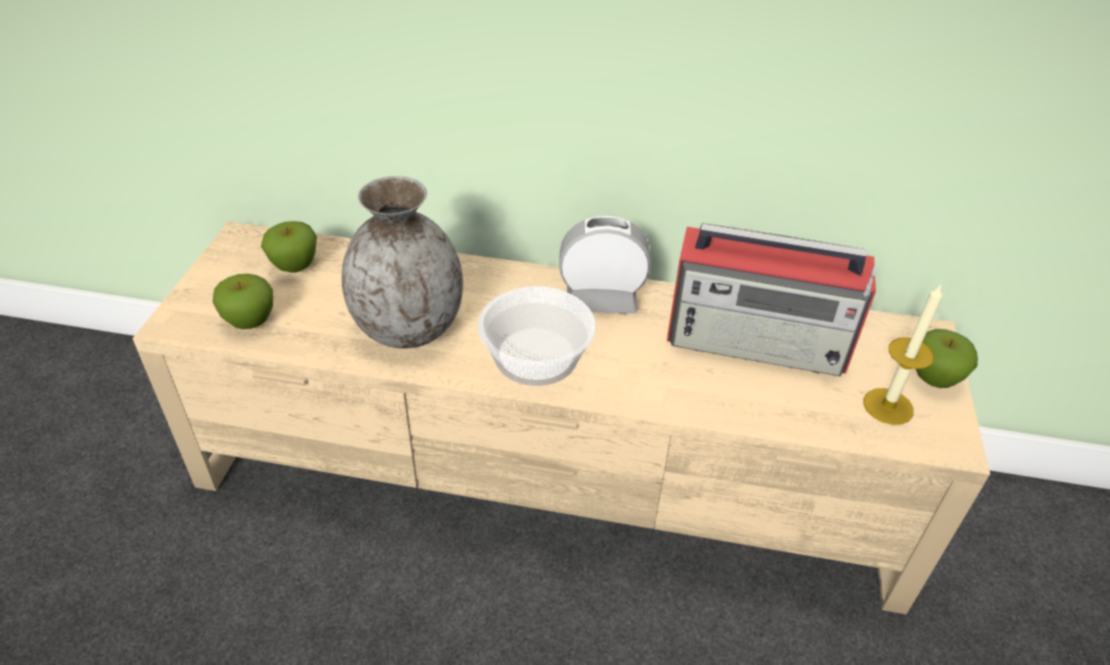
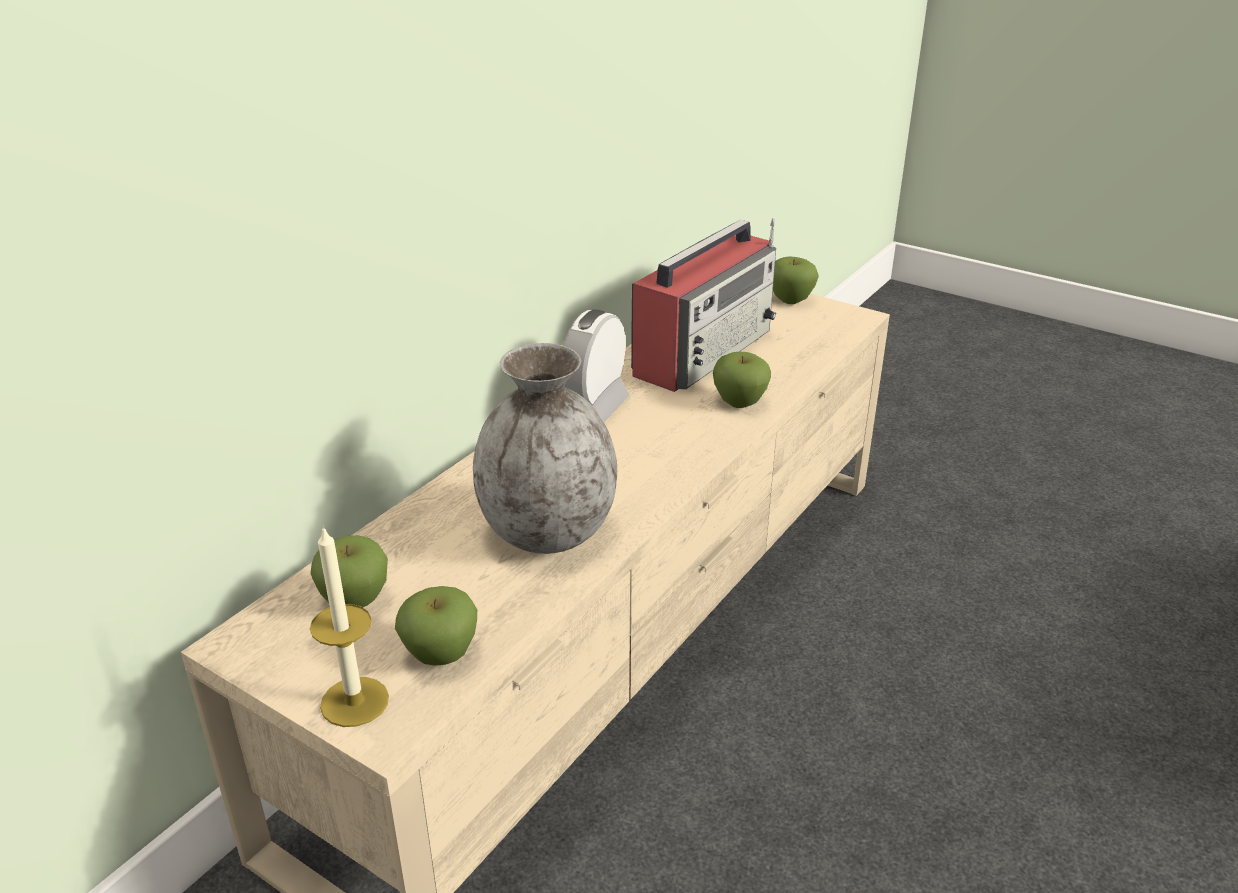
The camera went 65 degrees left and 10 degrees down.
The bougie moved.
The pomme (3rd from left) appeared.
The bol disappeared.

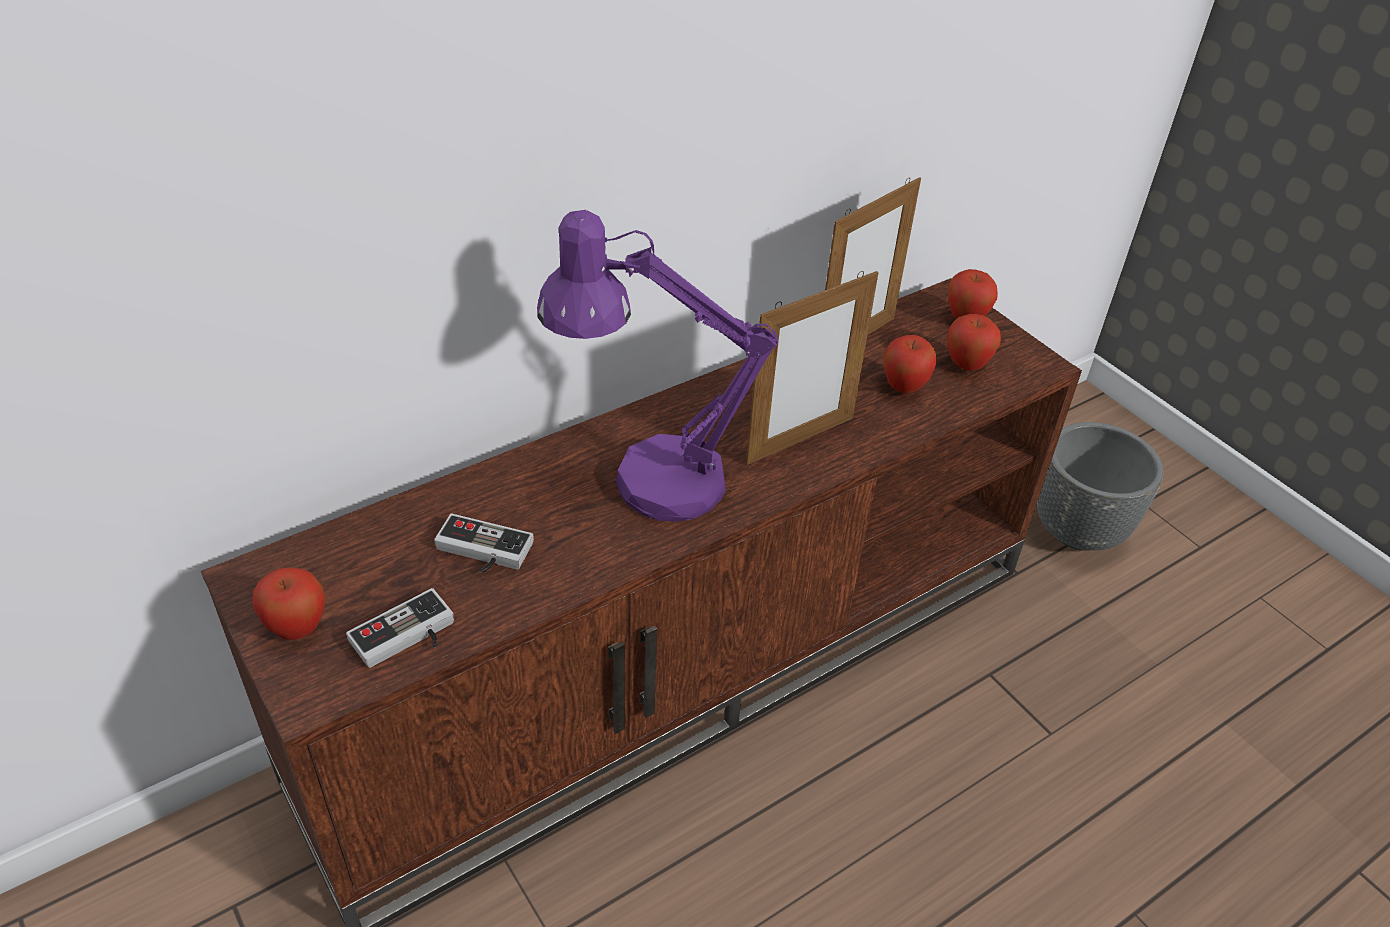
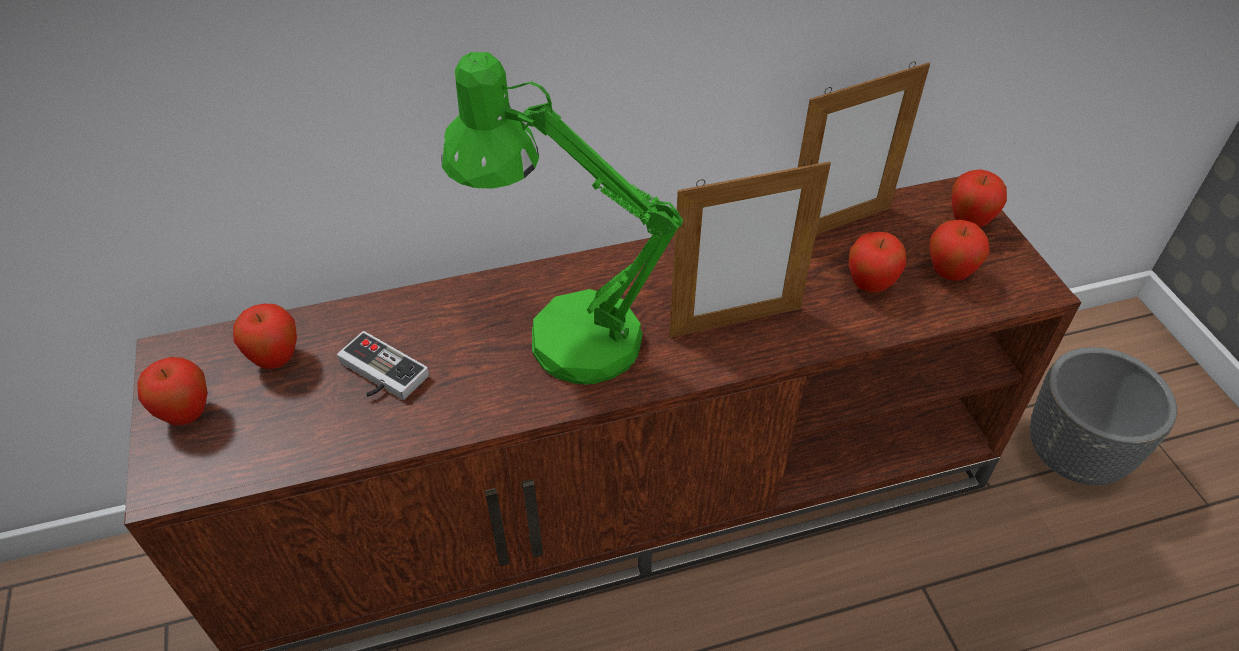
The camera went 20 degrees right and 5 degrees up.
The pomme (2nd from left) appeared.
The lampe de table [violet] became the lampe de table [vert].
The manette (1st from left) disappeared.

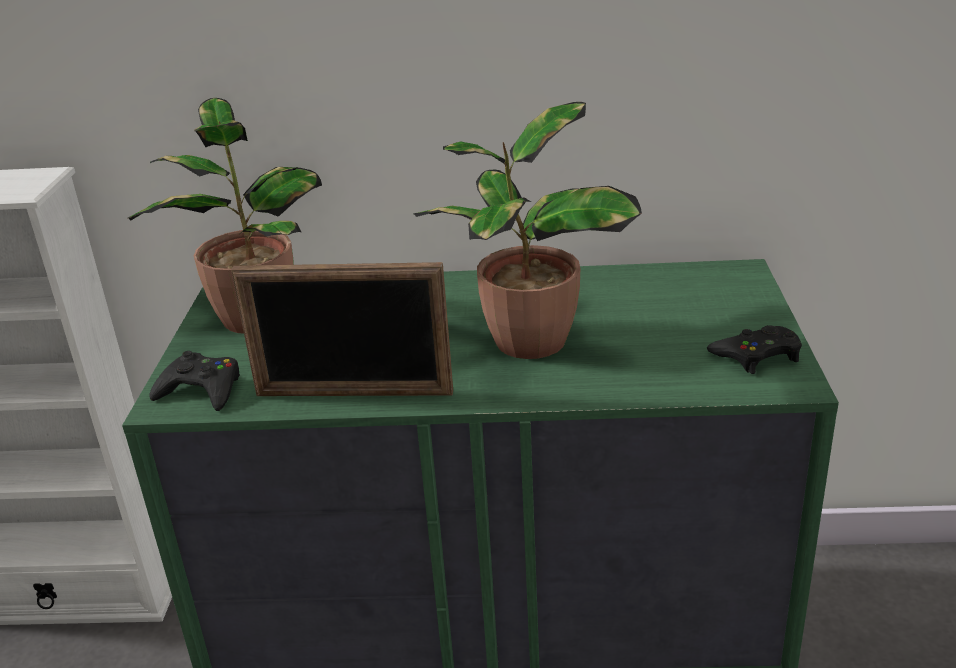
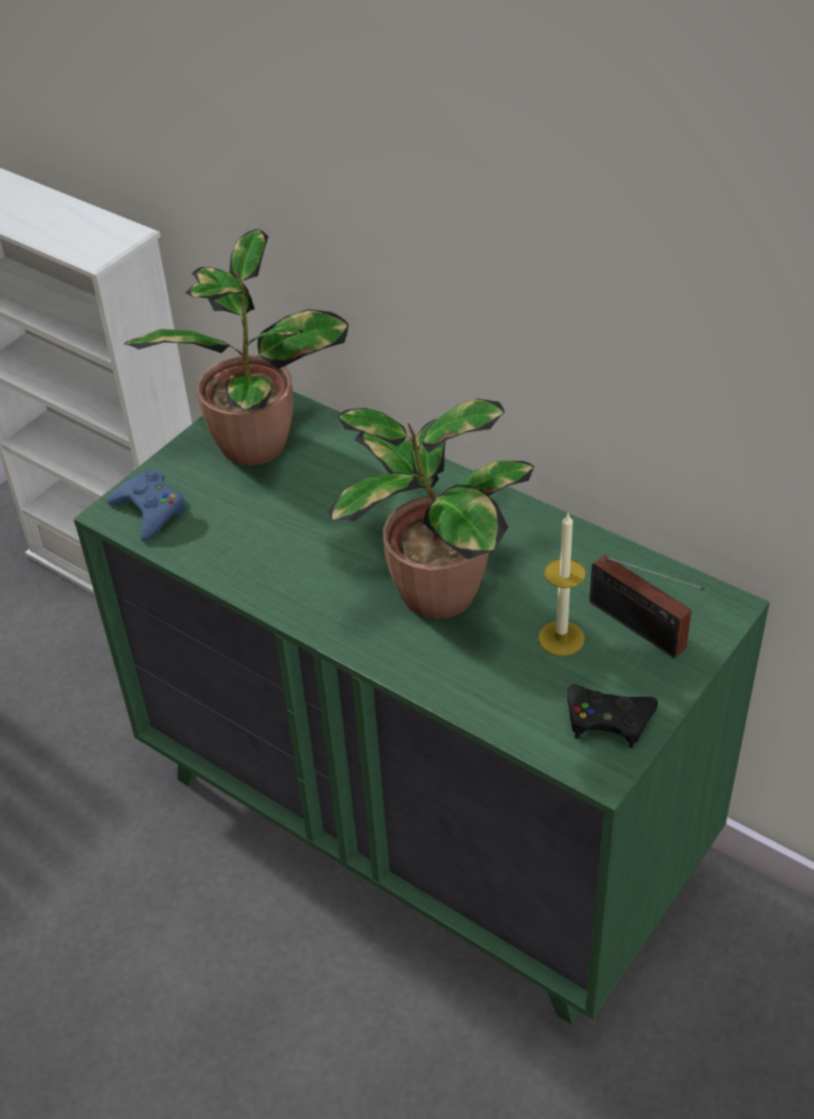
The camera went 35 degrees right and 15 degrees up.
The manette [noir] (1st from left) became the manette [bleu].
The bougie appeared.
The radio appeared.
The cadre photo disappeared.

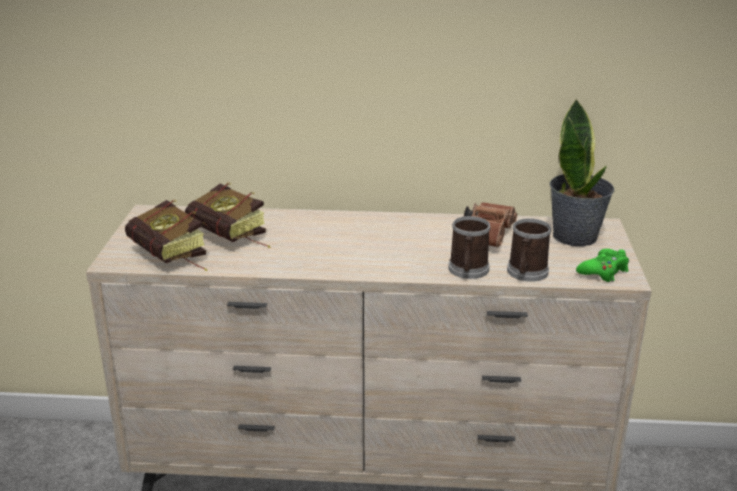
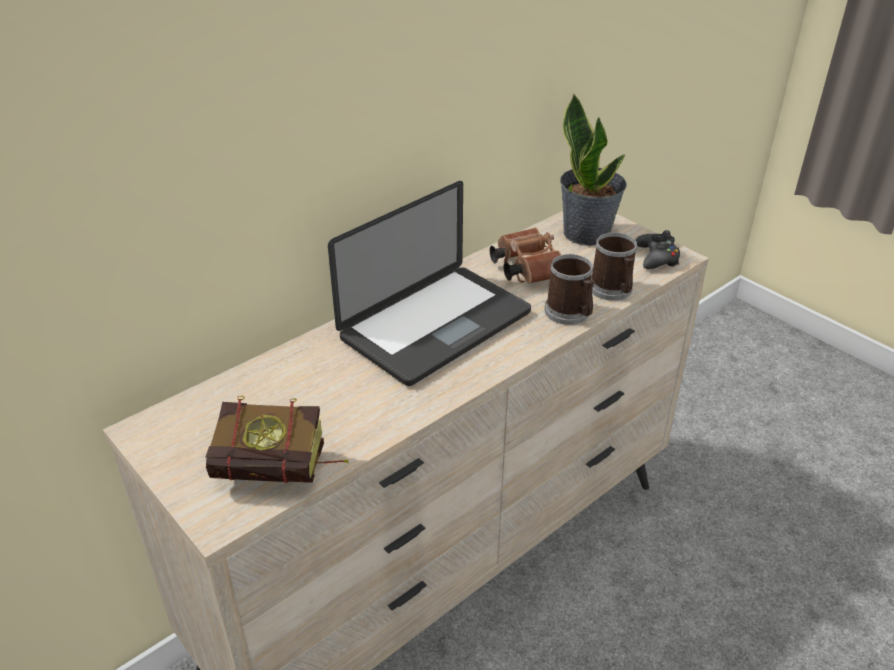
The camera went 45 degrees left and 10 degrees up.
The ordinateur portable appeared.
The manette [vert] became the manette [noir].
The livre (2nd from left) disappeared.

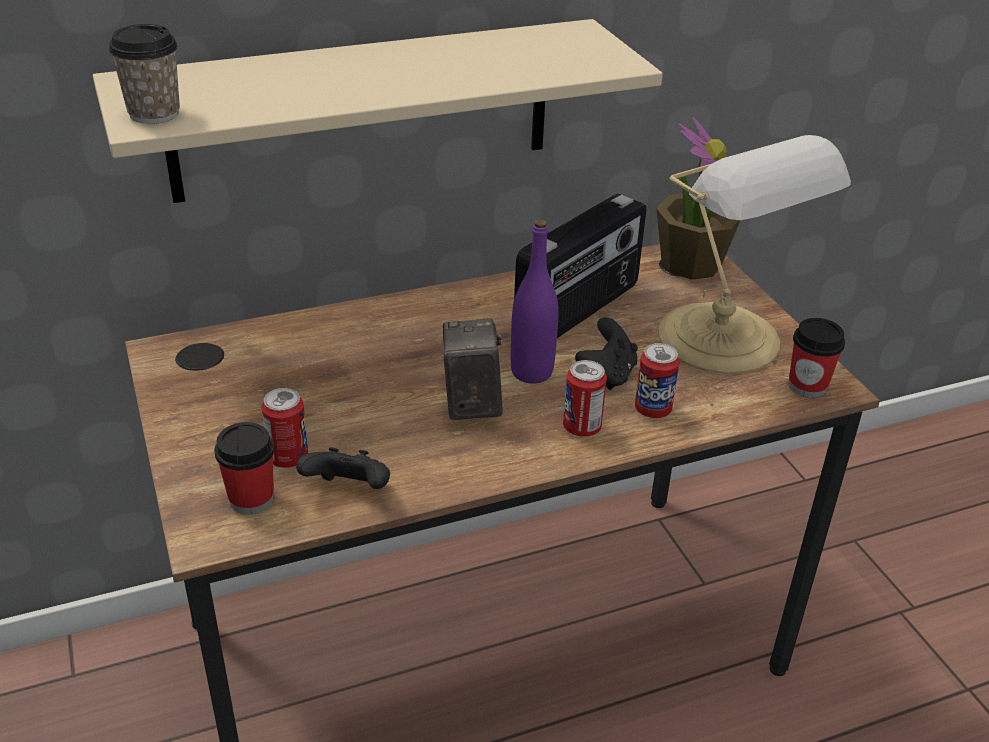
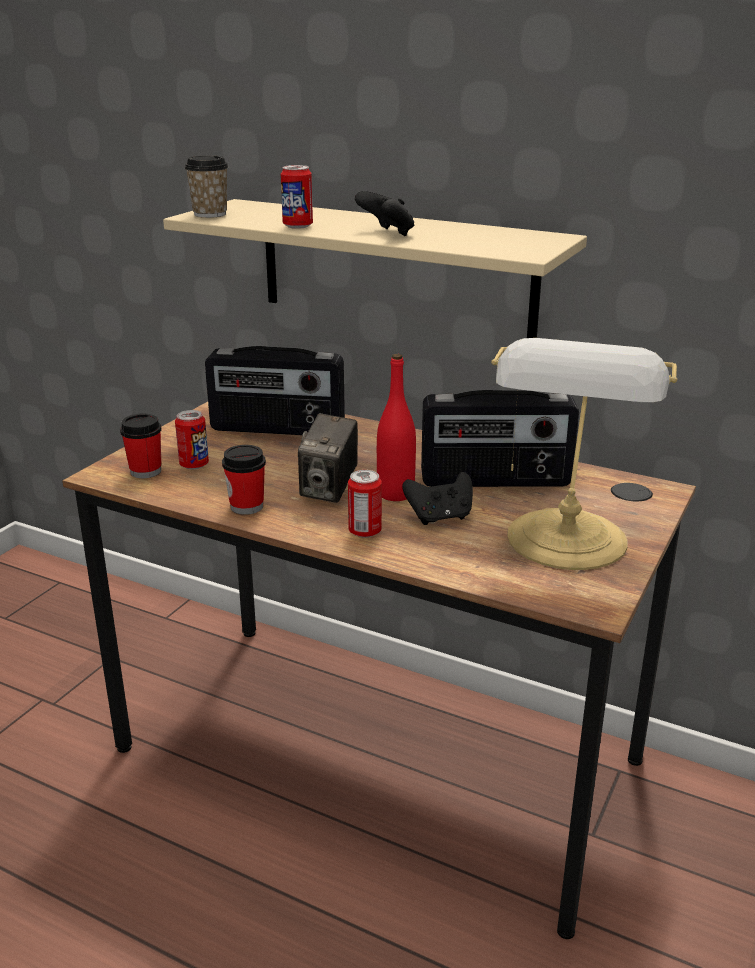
The camera went 50 degrees right and 10 degrees down.
The radio (1st from left) appeared.
The tasse (3rd from left) moved.
The boîte métallique (3rd from left in the first image) moved.
The appareil photo turned 150 degrees clockwise.
The manette [noir] (1st from left) moved.
The bouteille [violet] became the bouteille [rouge].
The plante en pot disappeared.

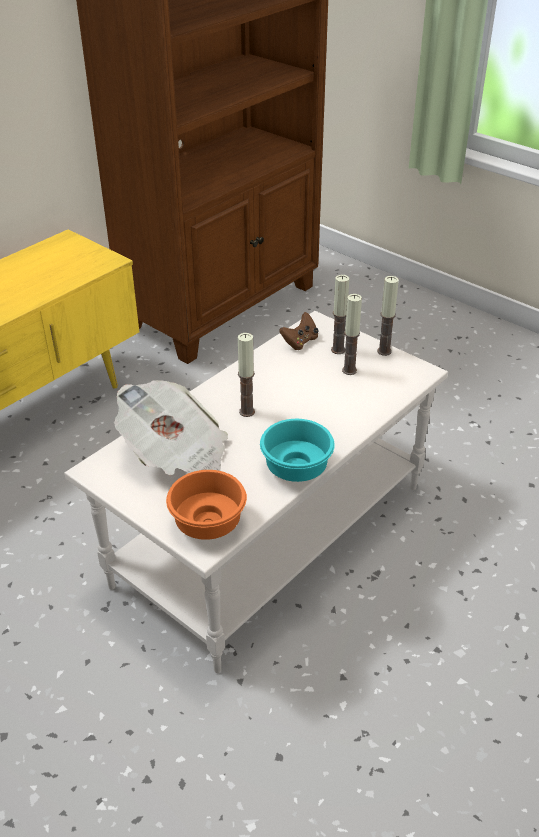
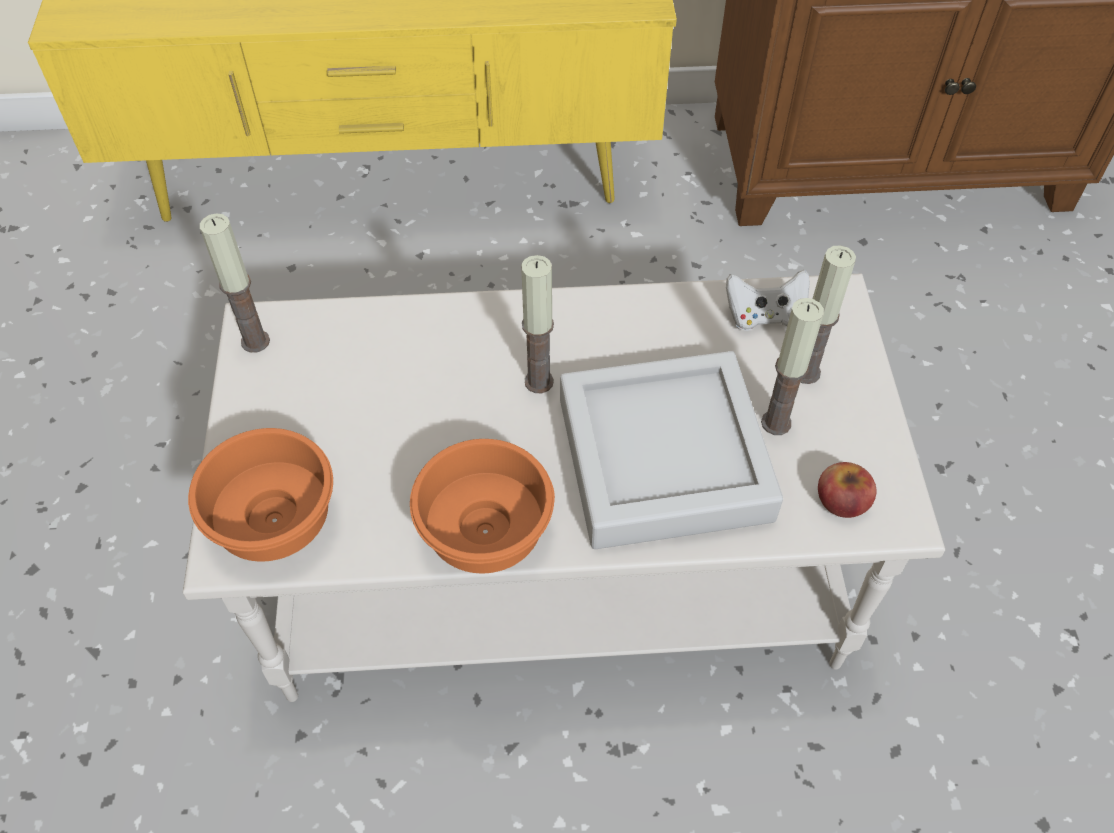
The camera went 45 degrees right and 15 degrees up.
The bougie (4th from left in the first image) moved.
The bol [turquoise] became the bol [orange] (2nd from left).
The plateau [gris] appeared.
The manette [marron] became the manette [blanc].
The pomme appeared.
The journal disappeared.

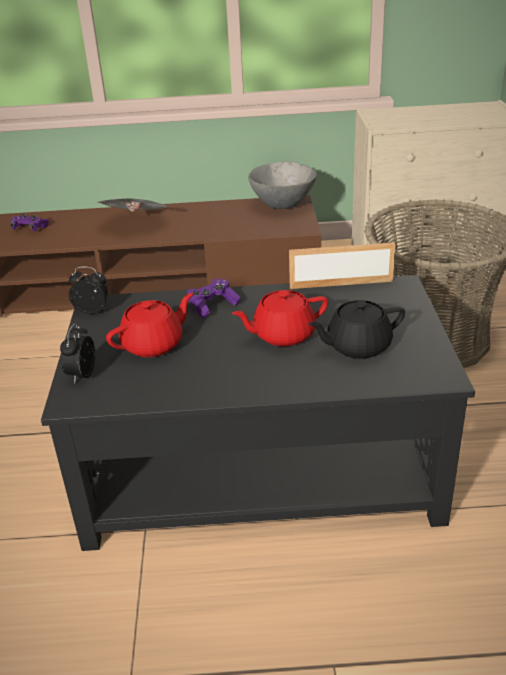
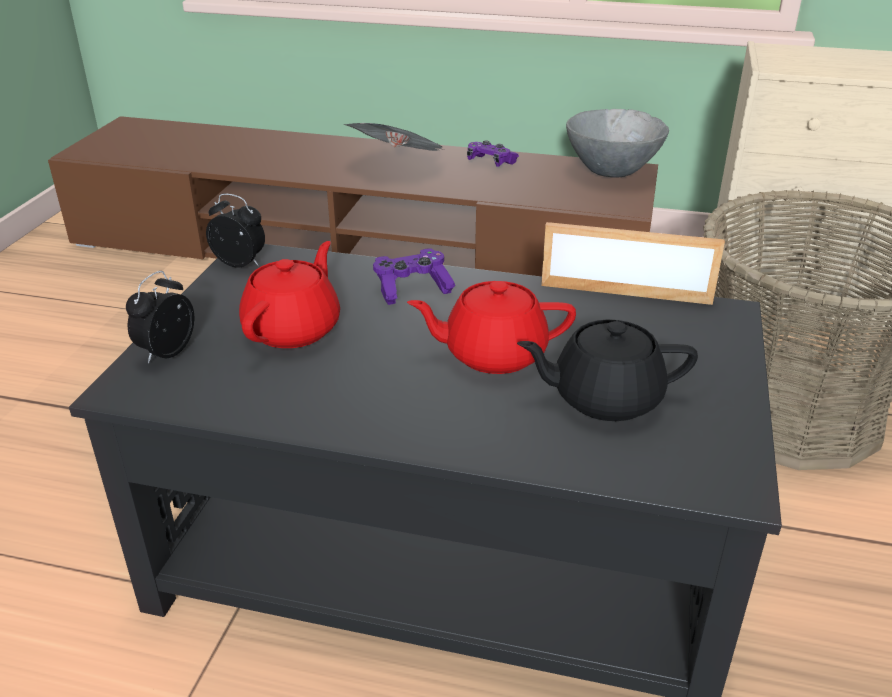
The camera went 15 degrees right and 0 degrees up.
The théière [rouge] (1st from left) turned 45 degrees counterclockwise.
The manette [violet] (1st from left in the first image) moved.

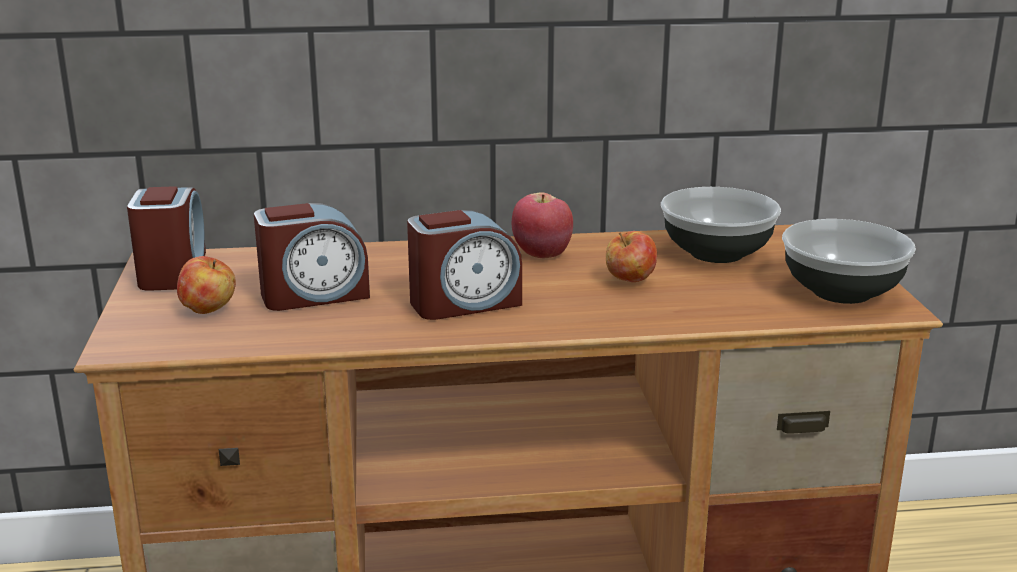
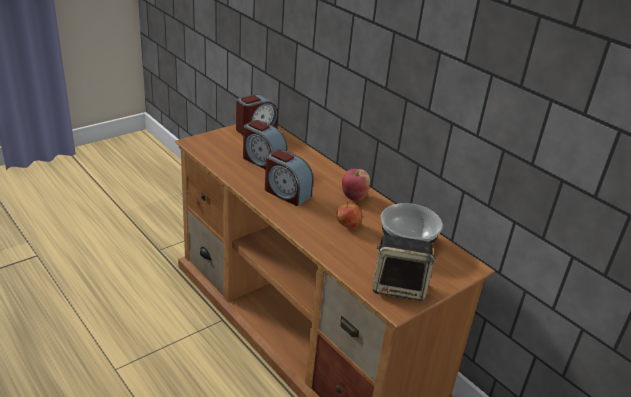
The camera went 55 degrees right and 10 degrees up.
The bol (2nd from left) was replaced by the enceinte.
The pomme (1st from left) disappeared.

